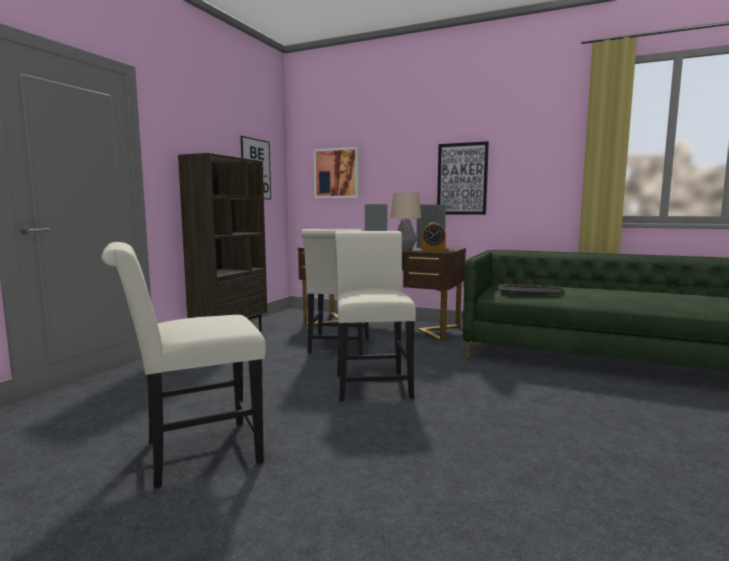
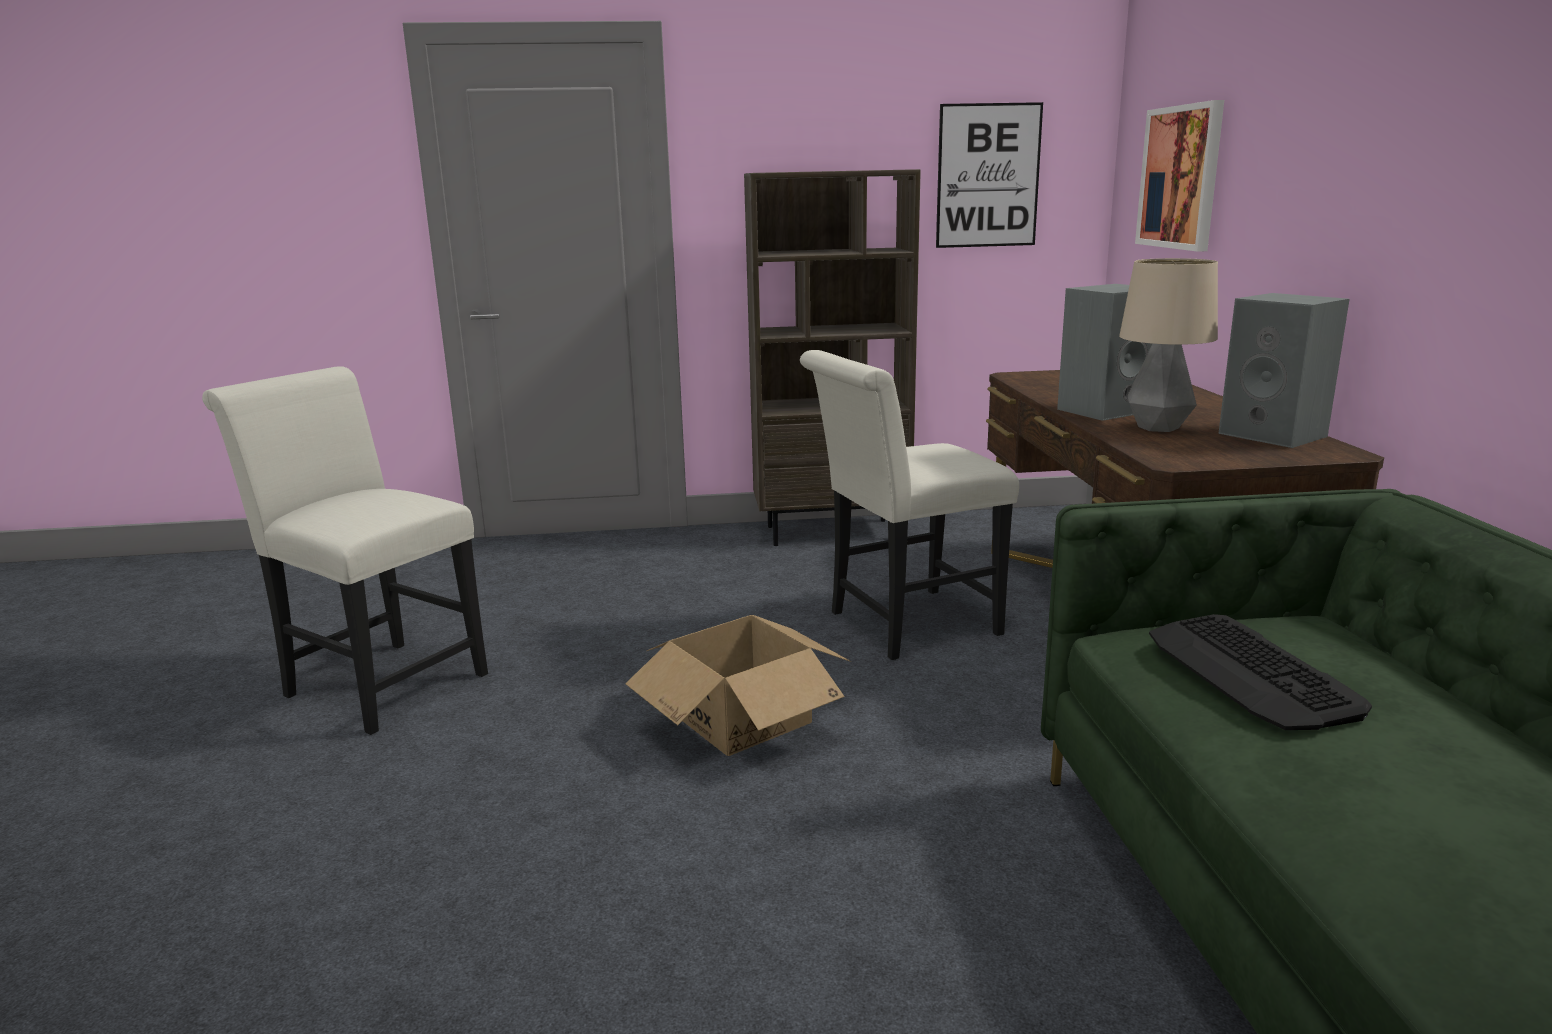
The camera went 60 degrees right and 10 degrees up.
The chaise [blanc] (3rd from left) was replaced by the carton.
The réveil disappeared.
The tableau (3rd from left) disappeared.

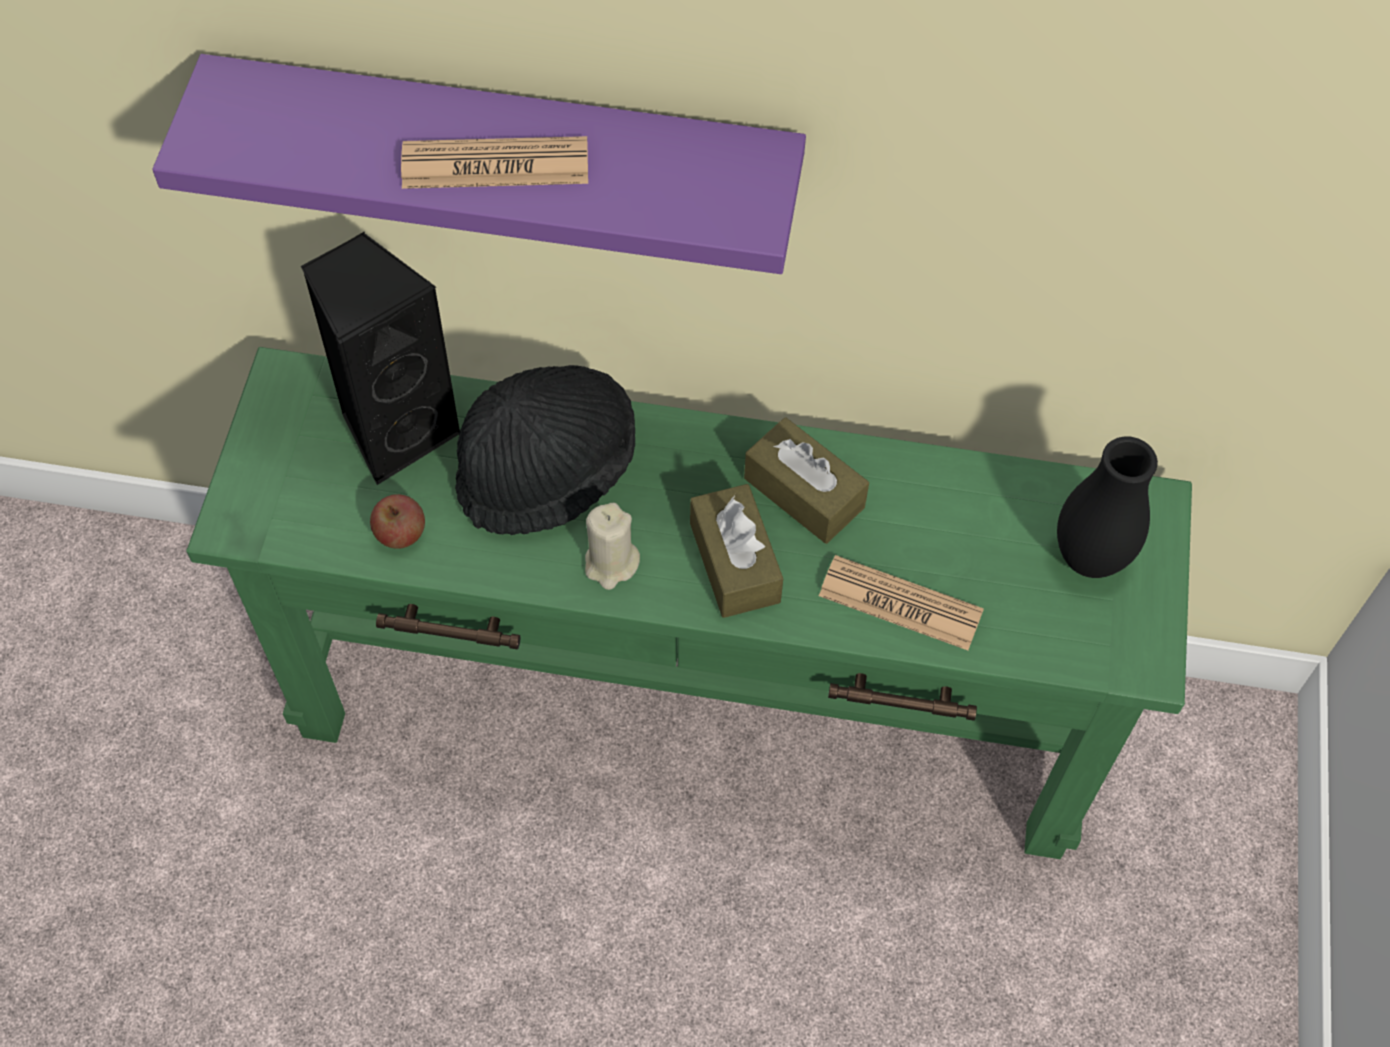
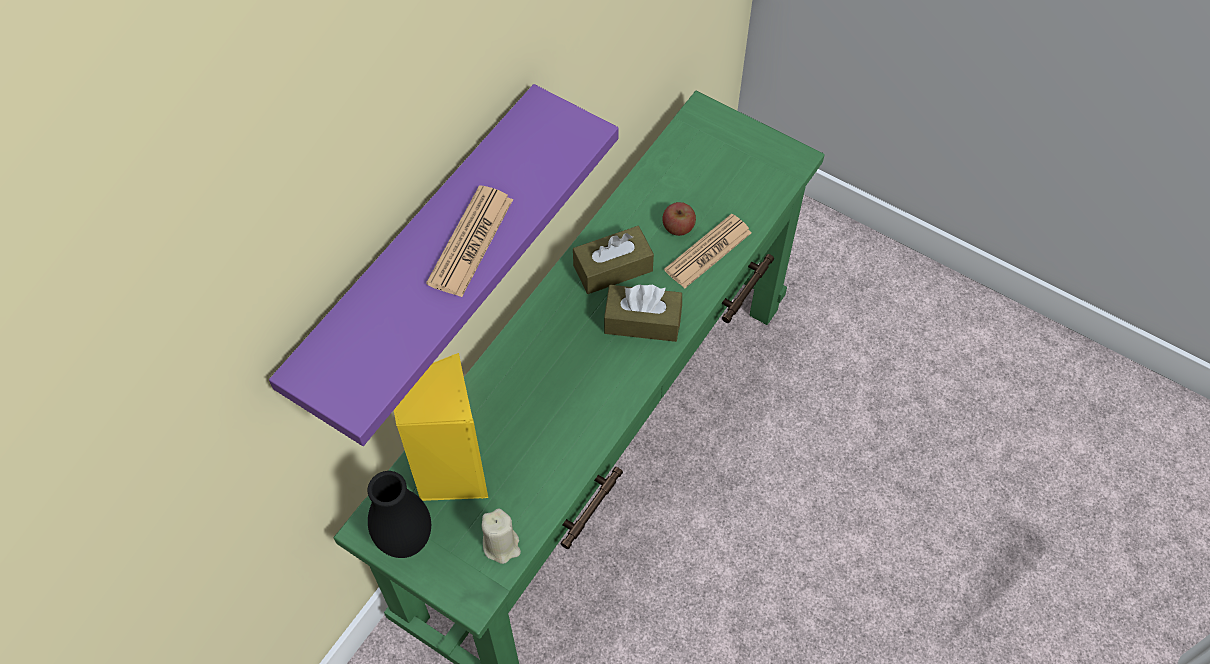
The camera went 65 degrees left and 0 degrees up.
The vase [noir] moved.
The enceinte [noir] became the enceinte [jaune].
The bougie [beige] moved.
The pomme moved.
The chapeau [noir] disappeared.

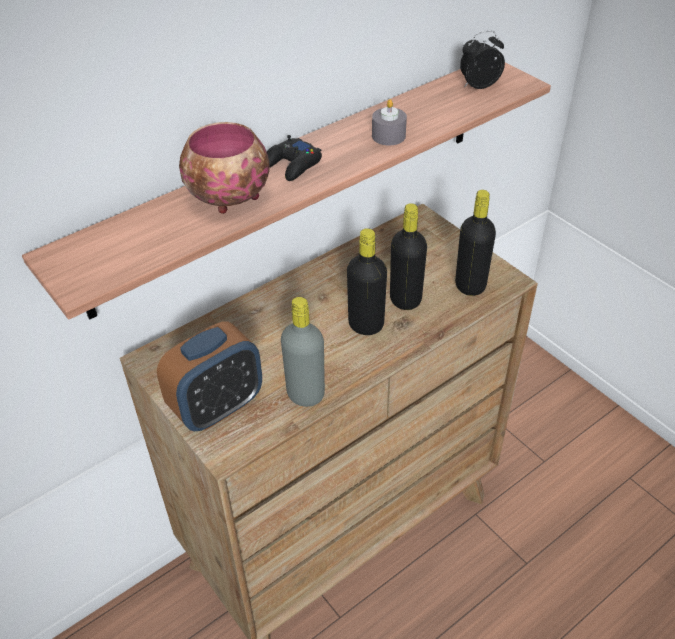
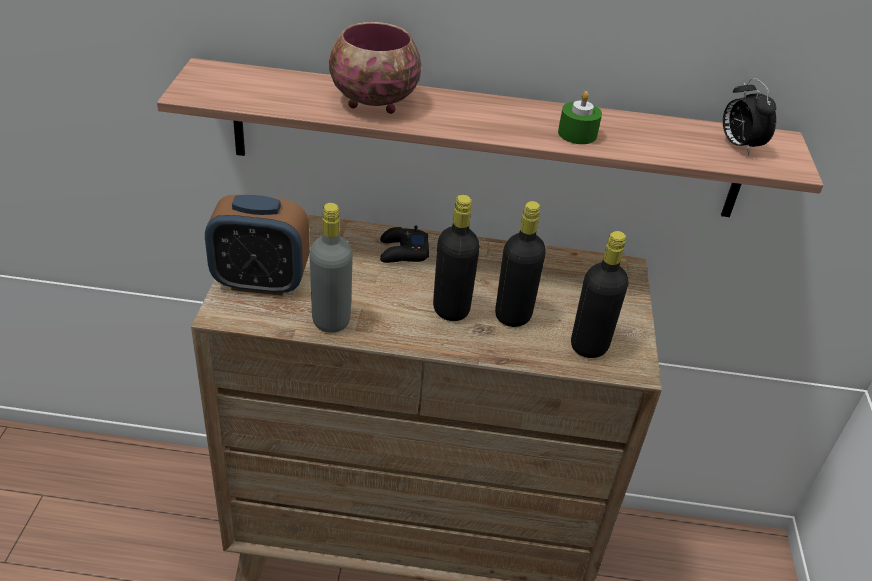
The camera went 40 degrees right and 5 degrees down.
The manette [noir] moved.
The bougie [gris] became the bougie [vert].
The réveil (2nd from left) turned 135 degrees counterclockwise.

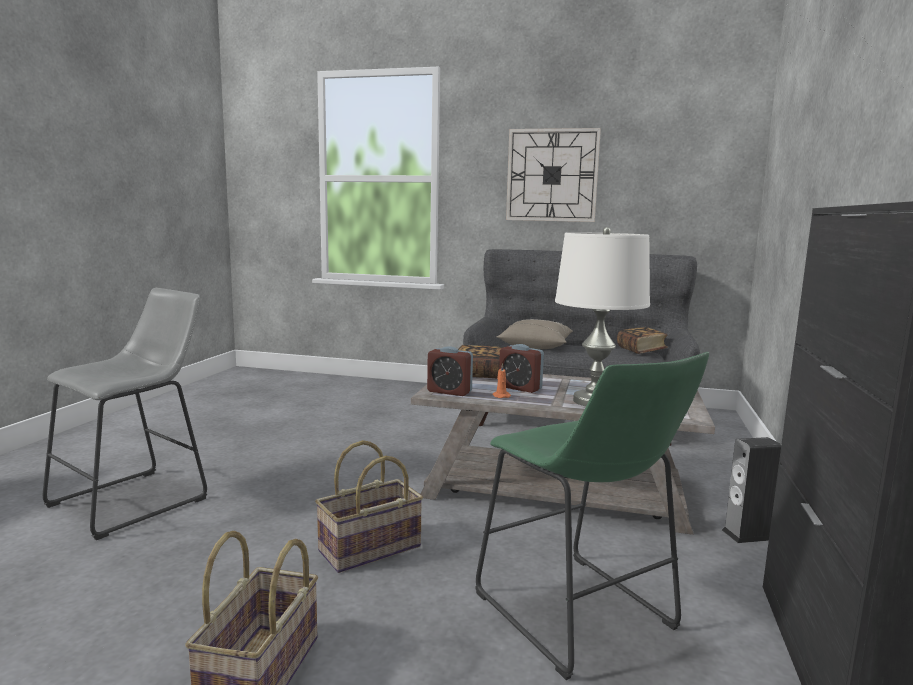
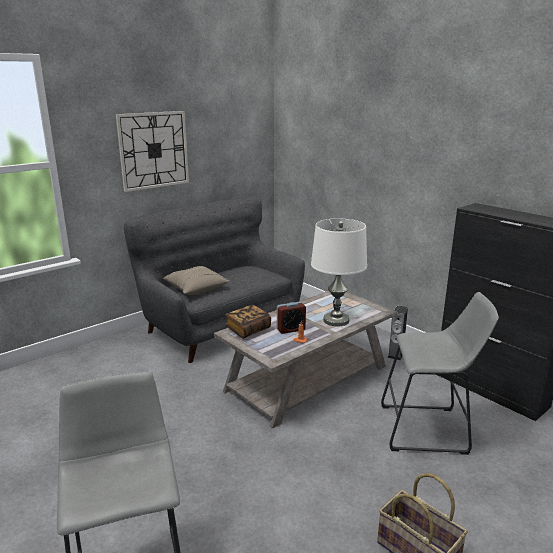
The camera went 55 degrees left and 10 degrees up.
The tabouret [vert] became the tabouret [gris] (2nd from left).
The panier (2nd from left) disappeared.
The réveil (1st from left) disappeared.
The livre (2nd from left) disappeared.

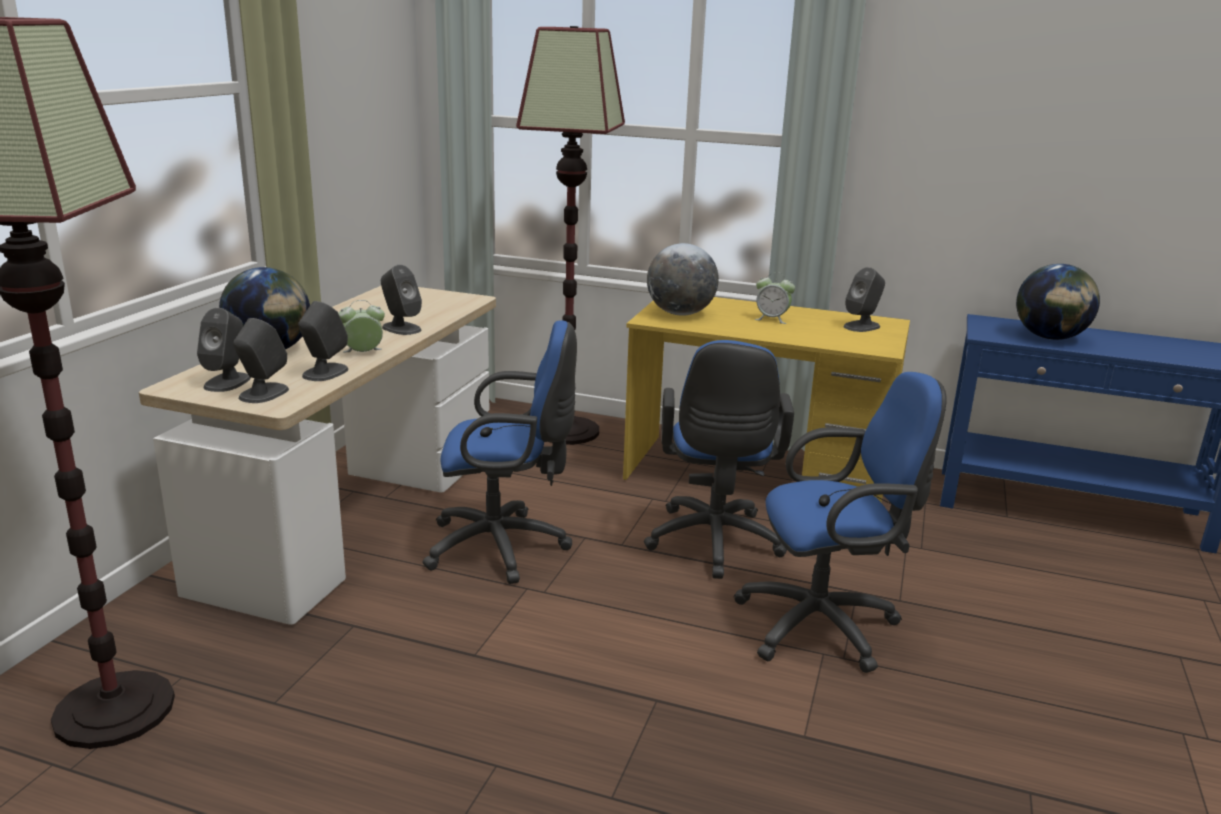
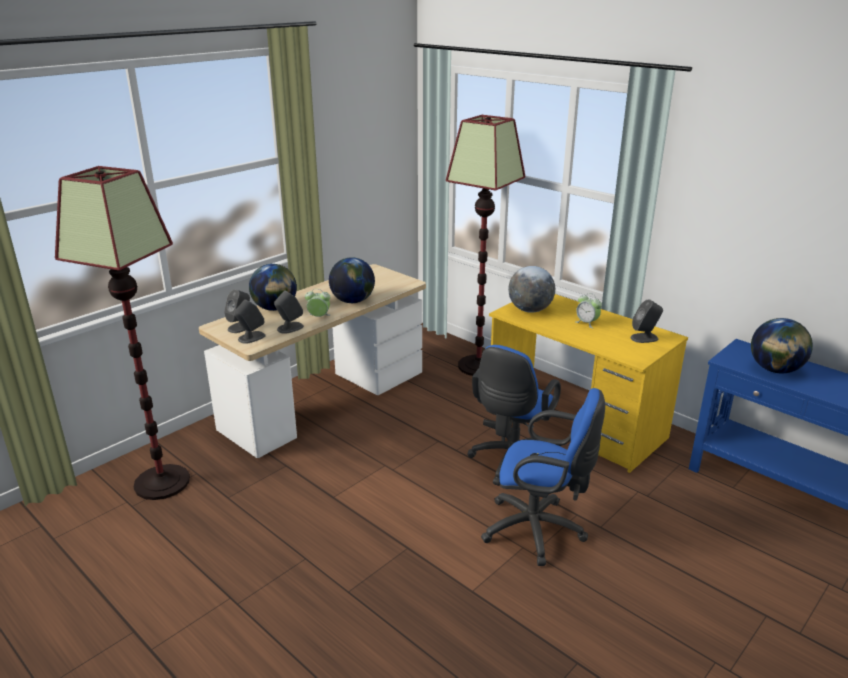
The camera went 25 degrees right and 5 degrees up.
The enceinte [gris] (4th from left) was replaced by the globe (2nd from left).
The chaise de bureau [bleu] (1st from left) disappeared.

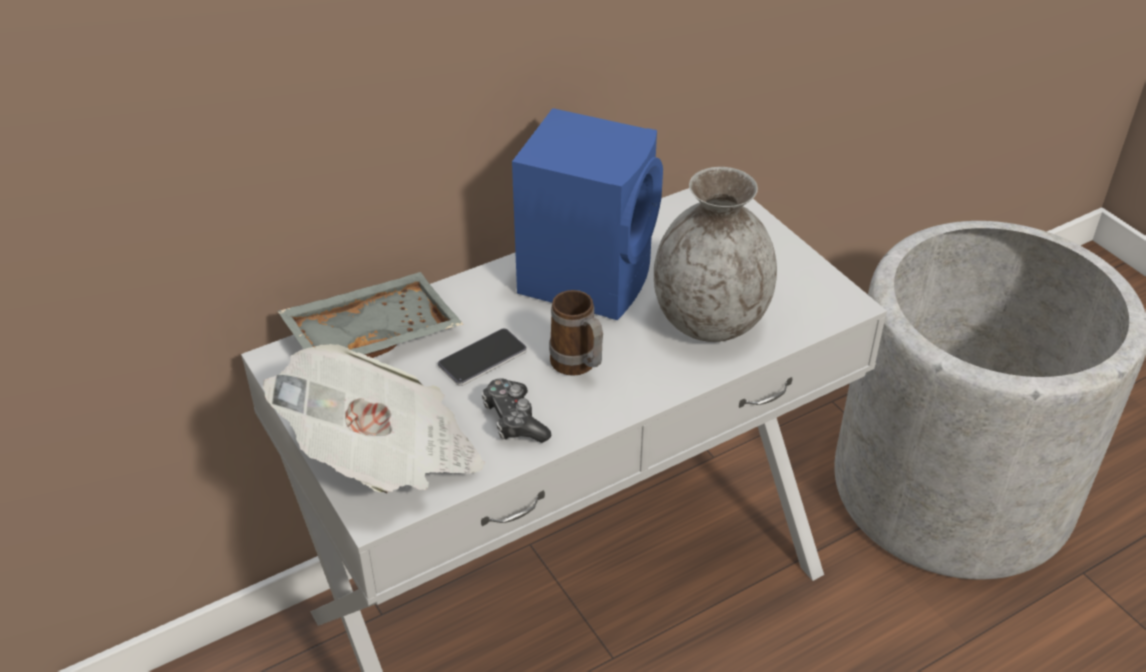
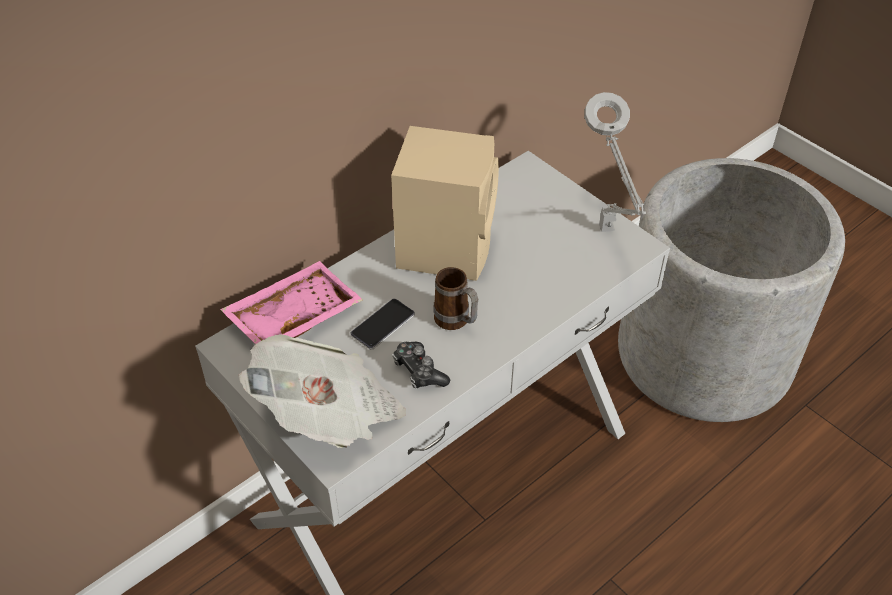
The camera went 10 degrees left and 5 degrees up.
The plateau [gris] became the plateau [rose].
The enceinte [bleu] became the enceinte [beige].
The lampe de table [gris] appeared.
The vase [gris] disappeared.

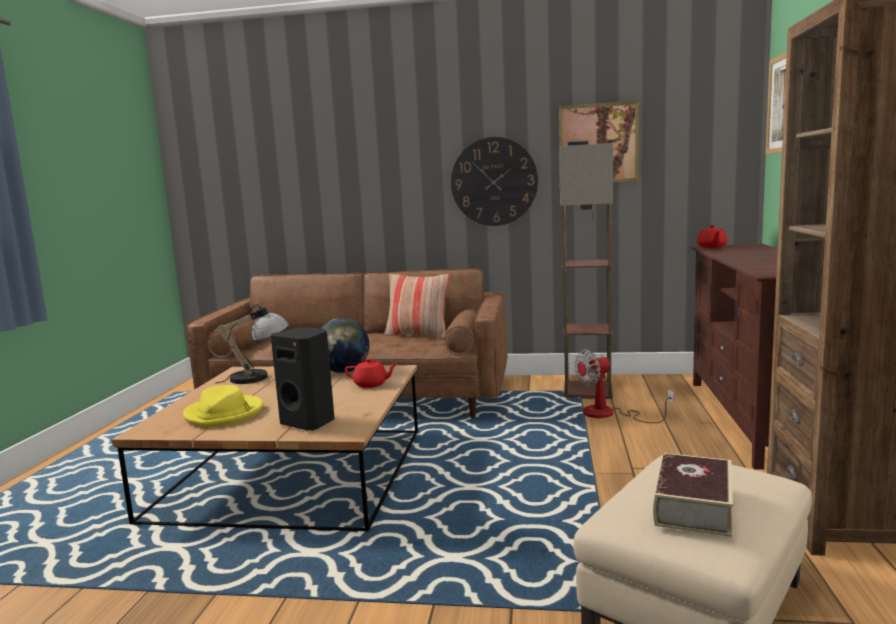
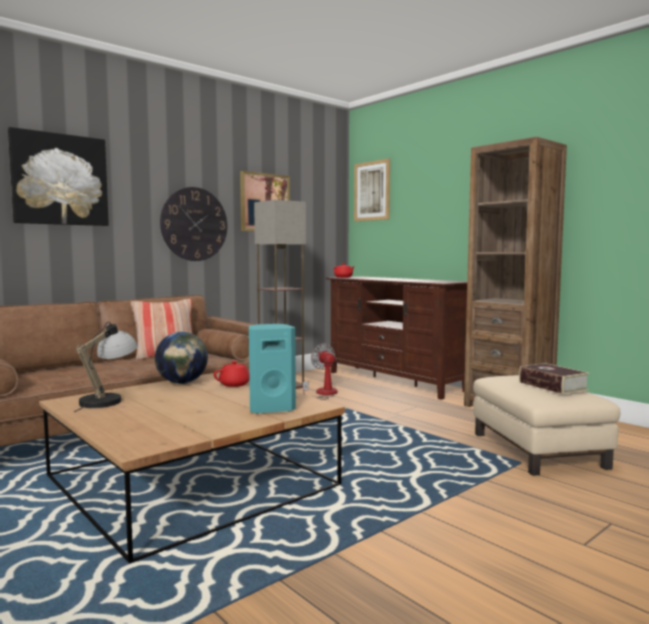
The camera went 50 degrees left and 5 degrees down.
The tableau (1st from left) appeared.
The enceinte [noir] became the enceinte [turquoise].
The ventilateur turned 135 degrees clockwise.
The chapeau [jaune] disappeared.

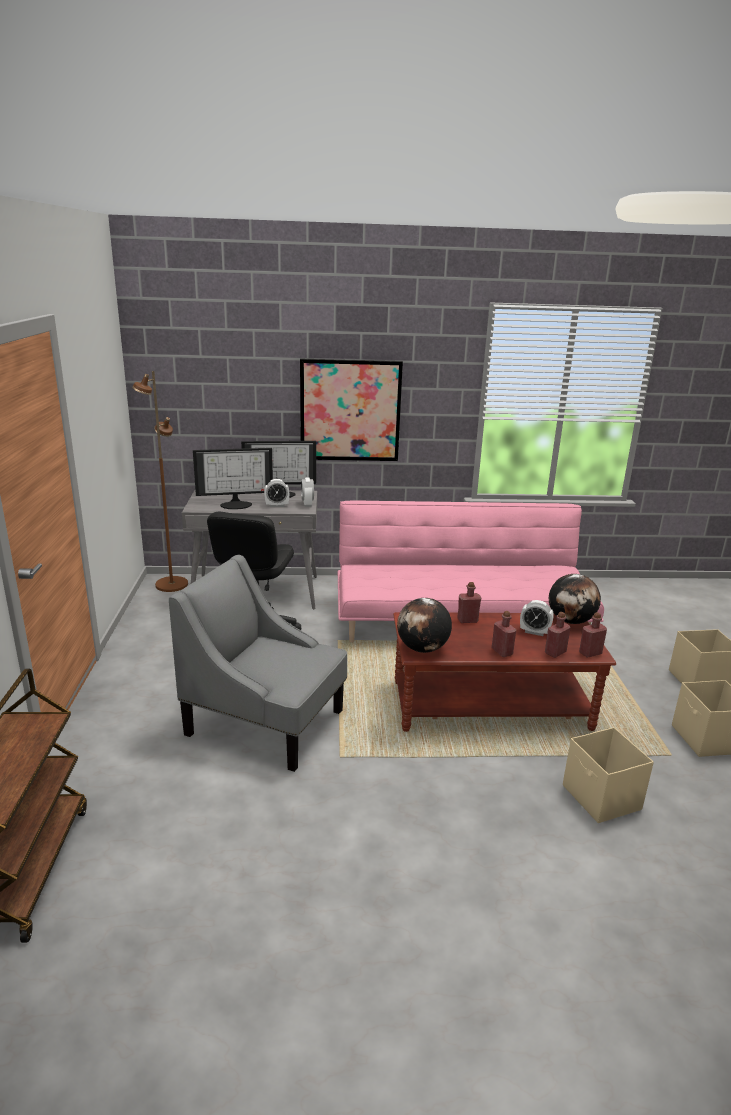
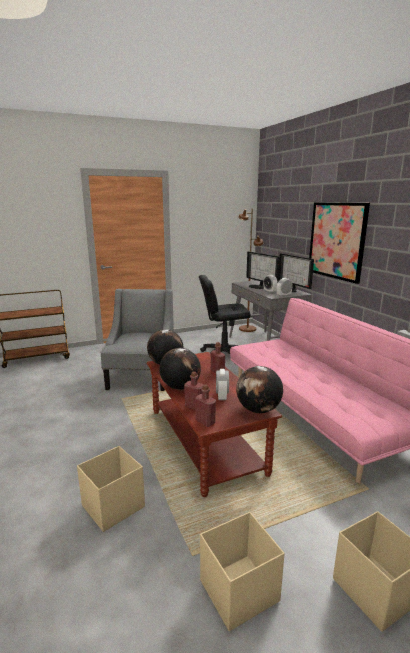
The camera went 70 degrees right and 5 degrees down.
The bouteille [rouge] (2nd from left) was replaced by the globe (2nd from left).

